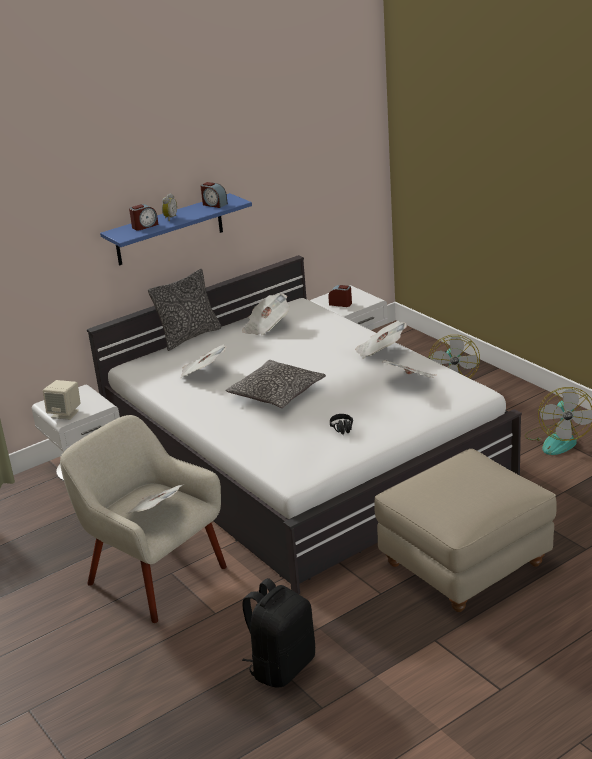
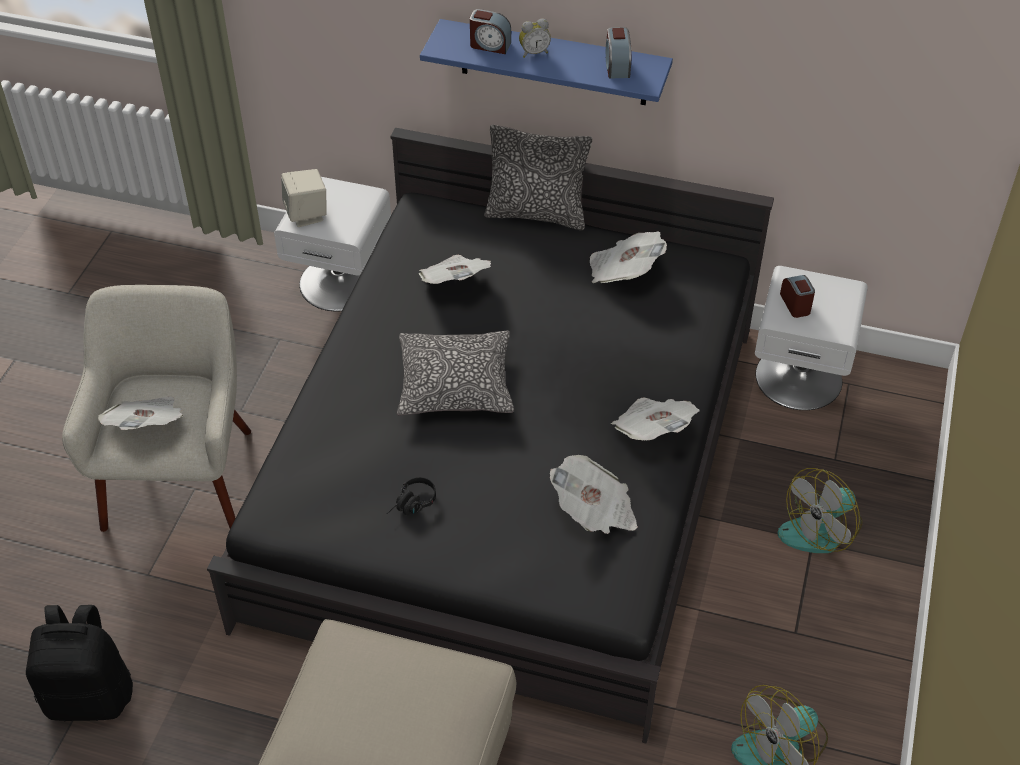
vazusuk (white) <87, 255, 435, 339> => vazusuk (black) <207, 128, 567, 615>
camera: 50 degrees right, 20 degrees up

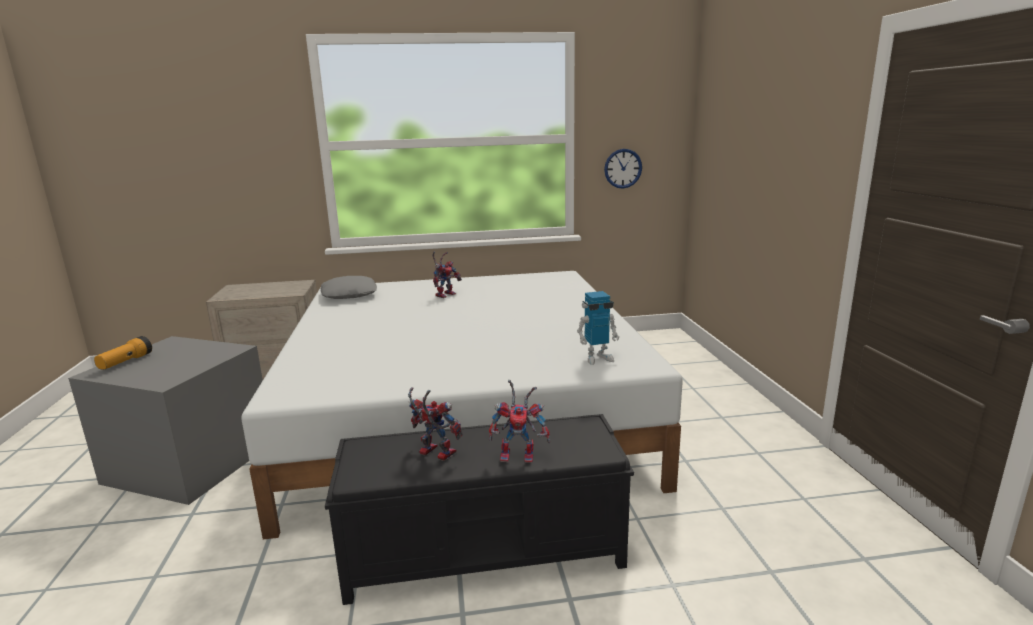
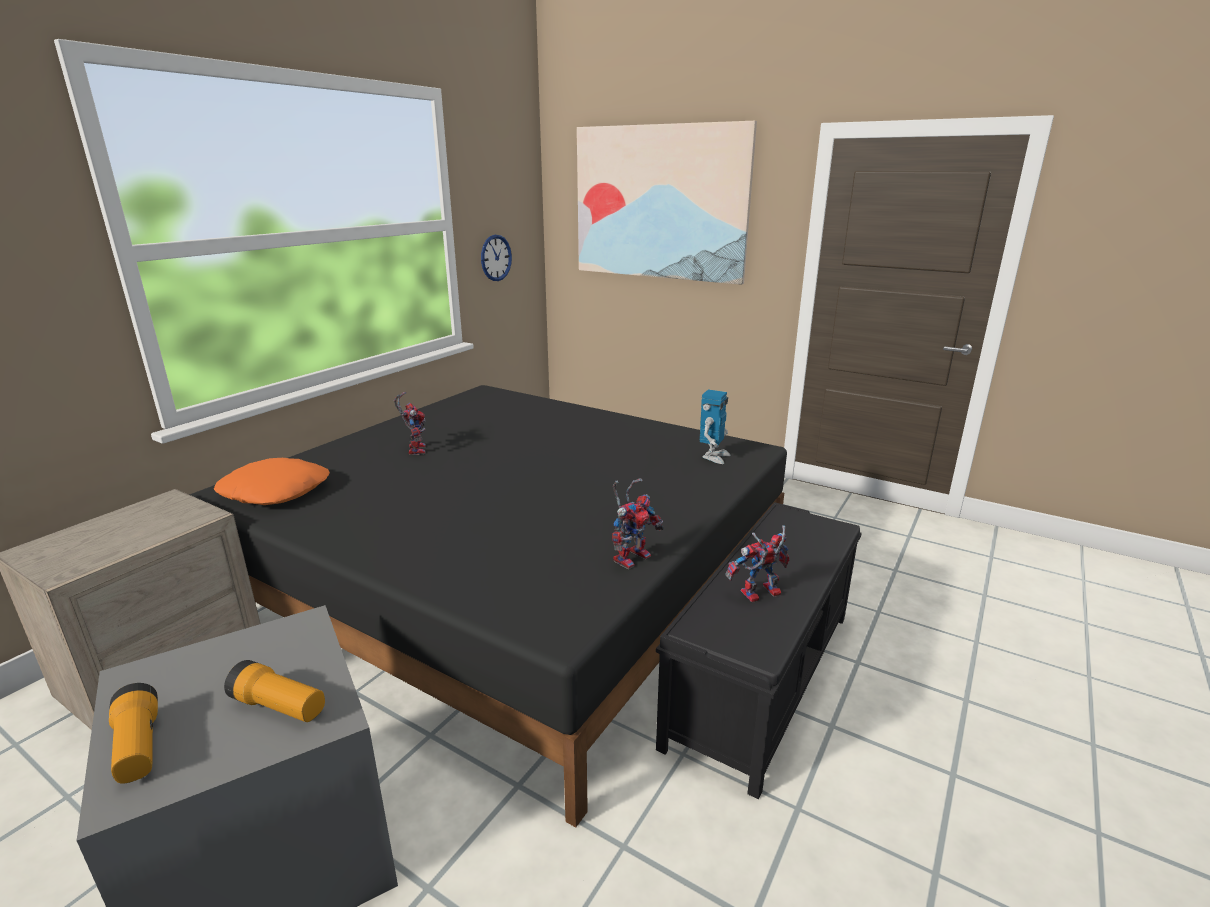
vazusuk (white) <241, 271, 442, 269> => vazusuk (black) <189, 385, 598, 443>
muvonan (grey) <321, 276, 56, 23> => muvonan (orange) <214, 458, 116, 47>
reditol <489, 380, 61, 83> => reditol <612, 479, 52, 90>, moved
nothing => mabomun <577, 121, 180, 164>
nothing => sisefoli <224, 660, 101, 62>
camera: 50 degrees left, 5 degrees up

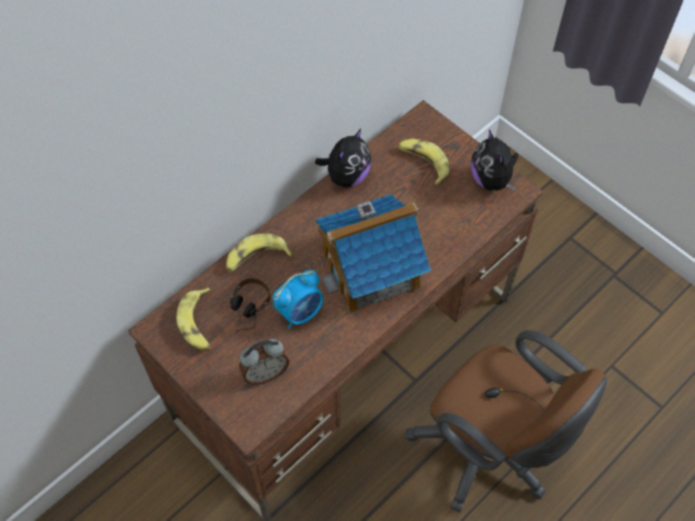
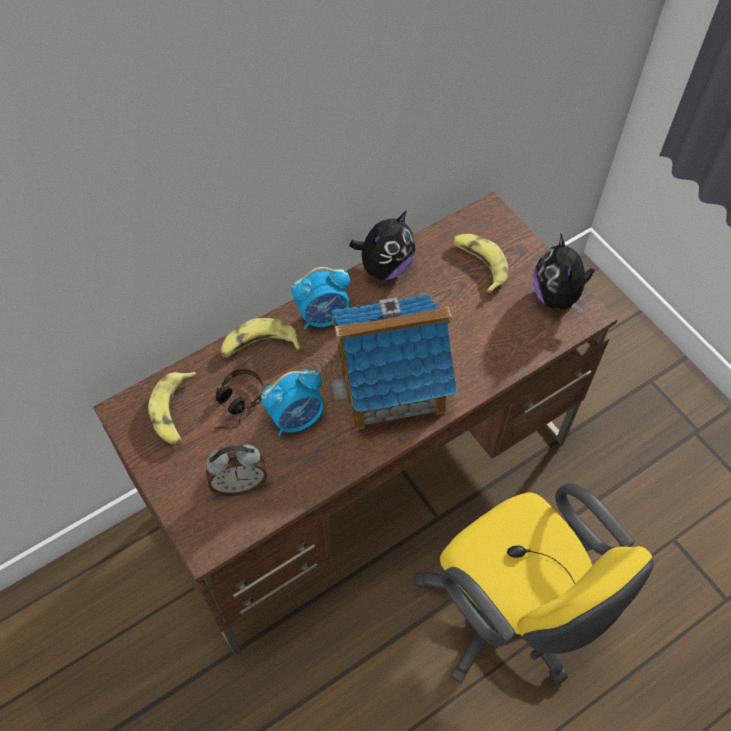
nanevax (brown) <405, 330, 202, 182> => nanevax (yellow) <413, 483, 241, 202>
nothing => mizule <291, 267, 59, 62>
camera: 10 degrees right, 0 degrees up

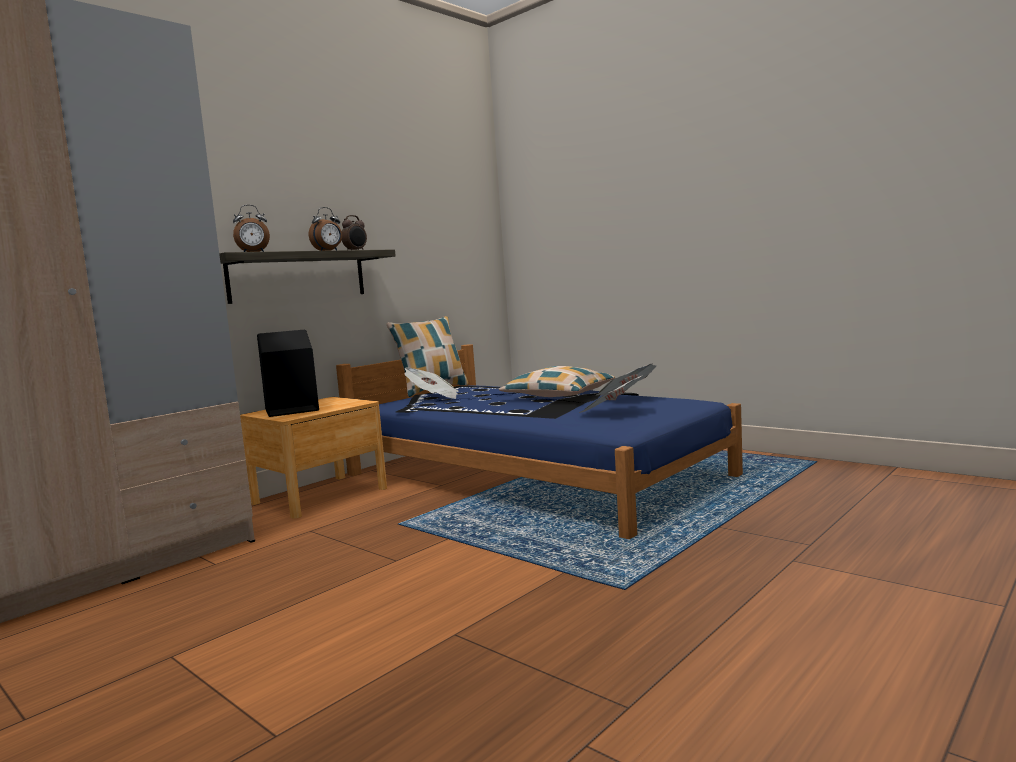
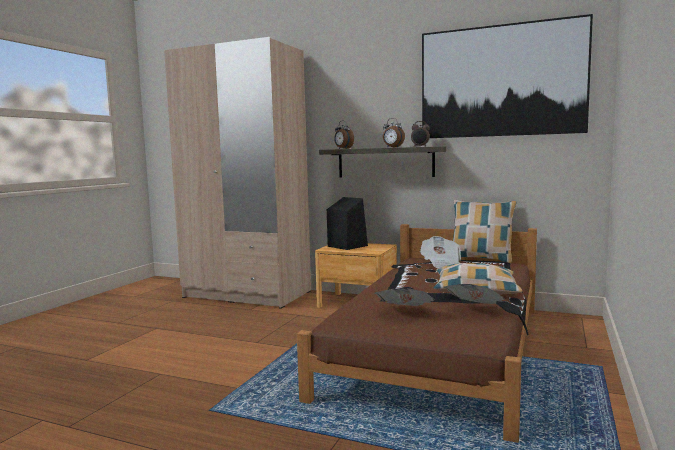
vazusuk (blue) <336, 344, 407, 195> => vazusuk (brown) <297, 224, 240, 219>
nothing => mabomun <422, 14, 171, 124>
camera: 70 degrees right, 0 degrees up

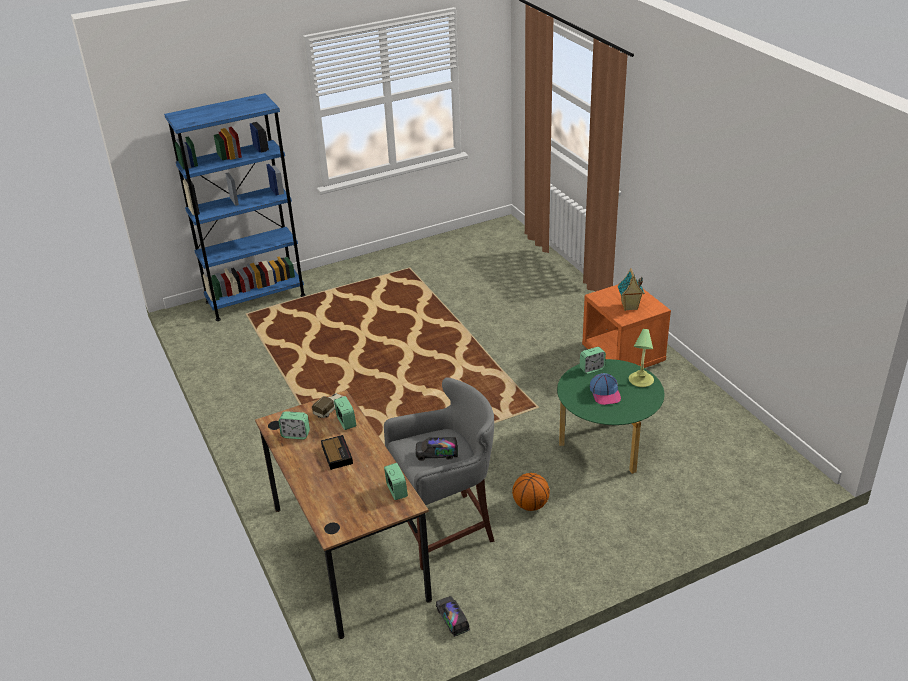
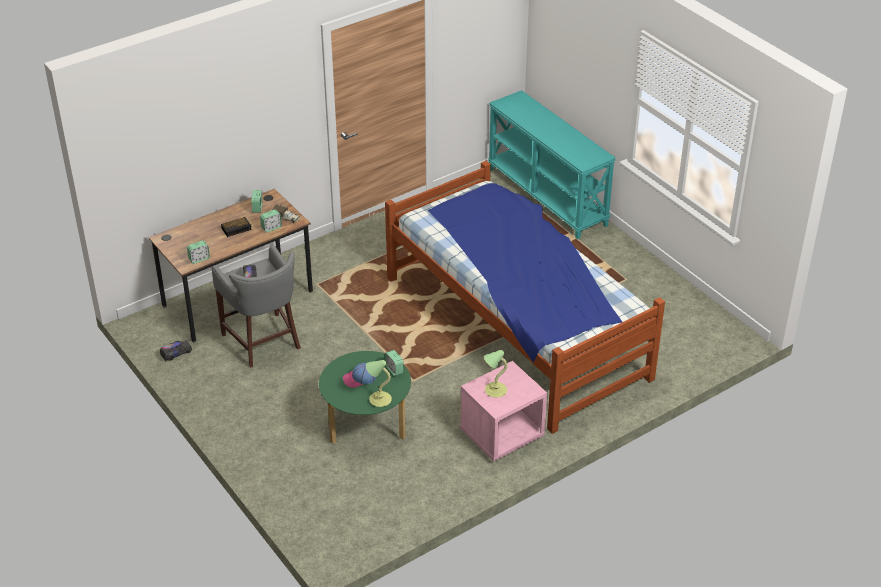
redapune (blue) <164, 93, 142, 228> => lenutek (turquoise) <488, 90, 128, 149>
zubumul <618, 268, 27, 43> => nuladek <484, 350, 24, 48>
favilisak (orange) <582, 285, 89, 83> => favilisak (pink) <460, 361, 87, 101>
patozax <512, 473, 38, 38> => nothing
nothing => vazusuk <385, 161, 280, 273>
camera: 80 degrees right, 5 degrees up

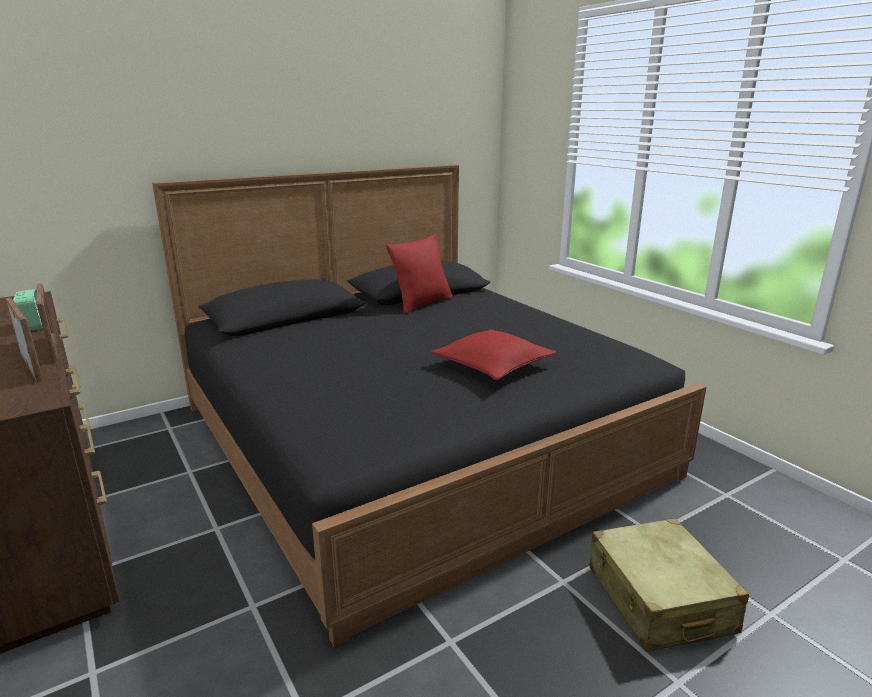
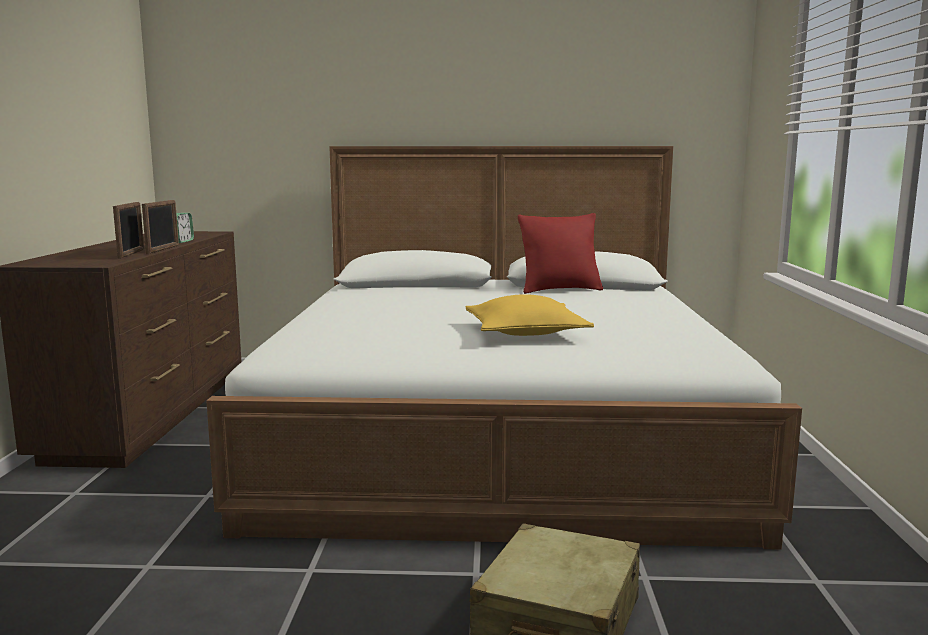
vazusuk (black) <152, 165, 554, 482> => vazusuk (white) <206, 146, 596, 404>
muvonan (red) <430, 329, 127, 51> => muvonan (yellow) <465, 294, 129, 42>
camera: 35 degrees right, 10 degrees down

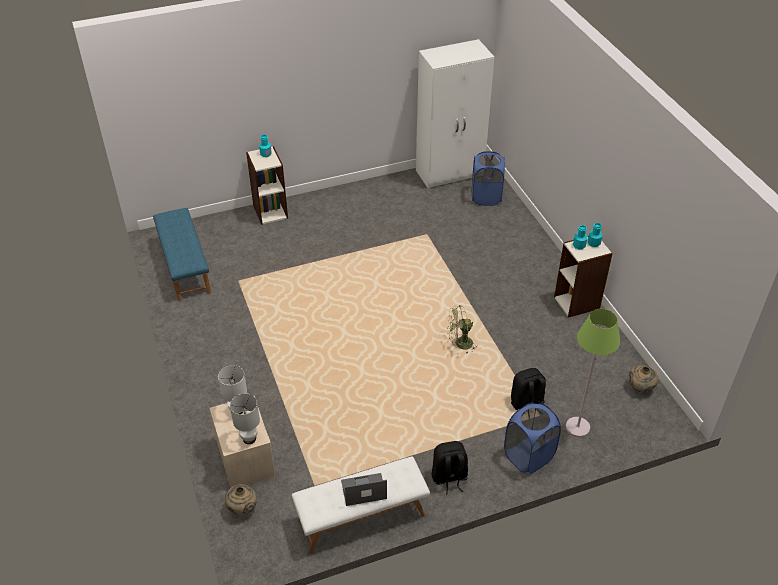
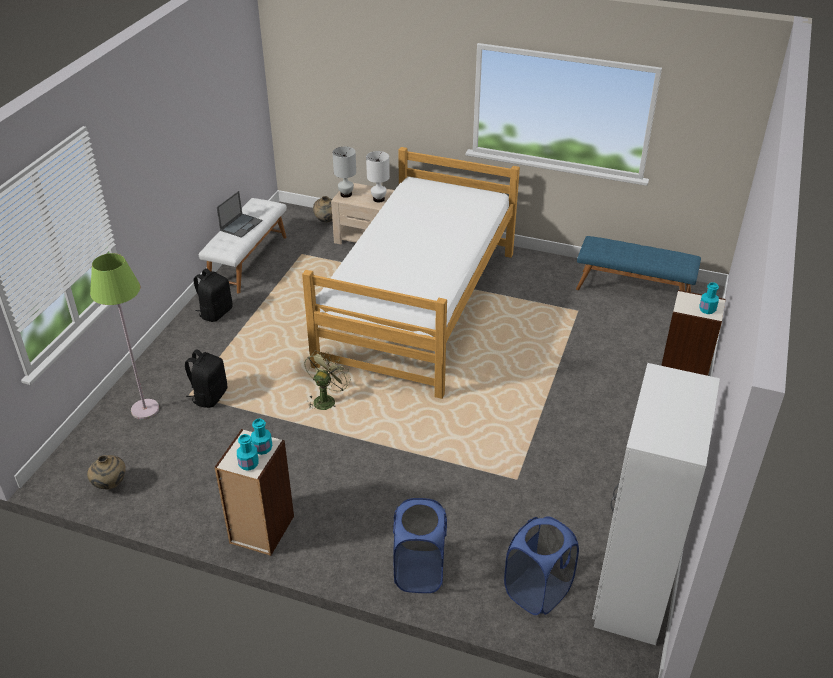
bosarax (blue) <504, 402, 57, 71> => bosarax (blue) <393, 498, 54, 95>, moved
nothing => vazusuk <302, 147, 218, 252>
camera: 130 degrees right, 5 degrees down

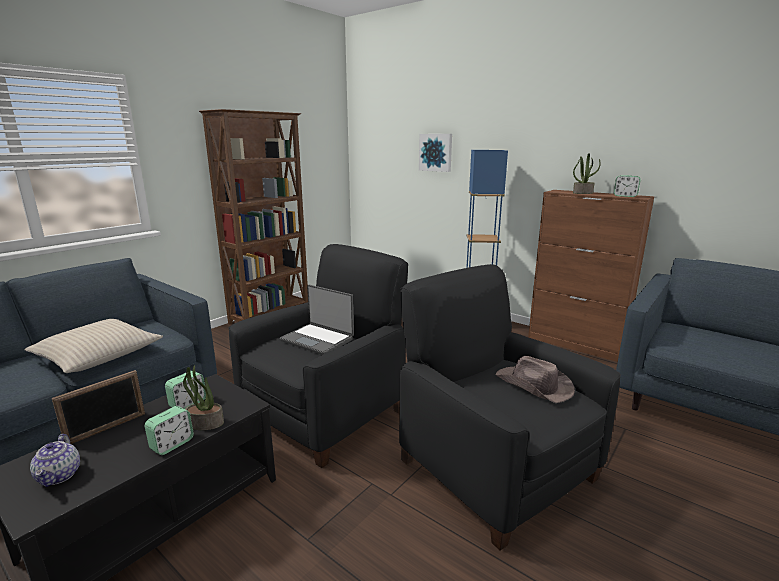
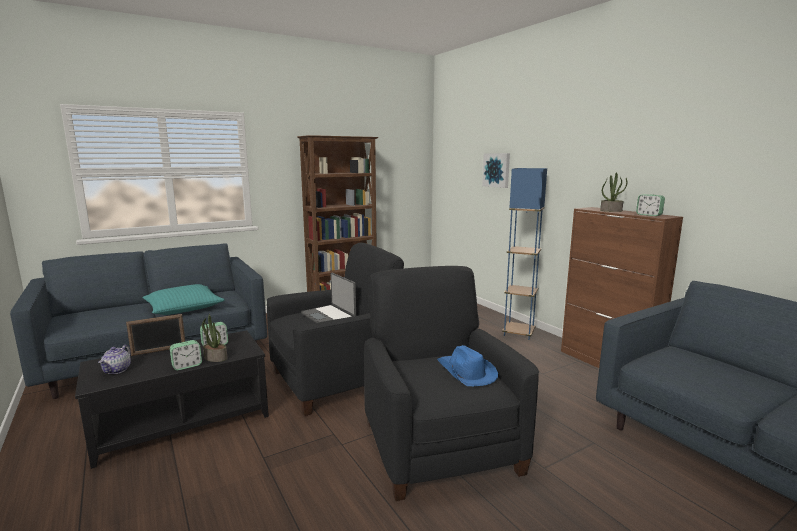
muvonan (beige) <24, 319, 139, 54> => muvonan (turquoise) <142, 284, 83, 31>
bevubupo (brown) <495, 356, 80, 47> => bevubupo (blue) <437, 345, 61, 41>
camera: 20 degrees right, 5 degrees down

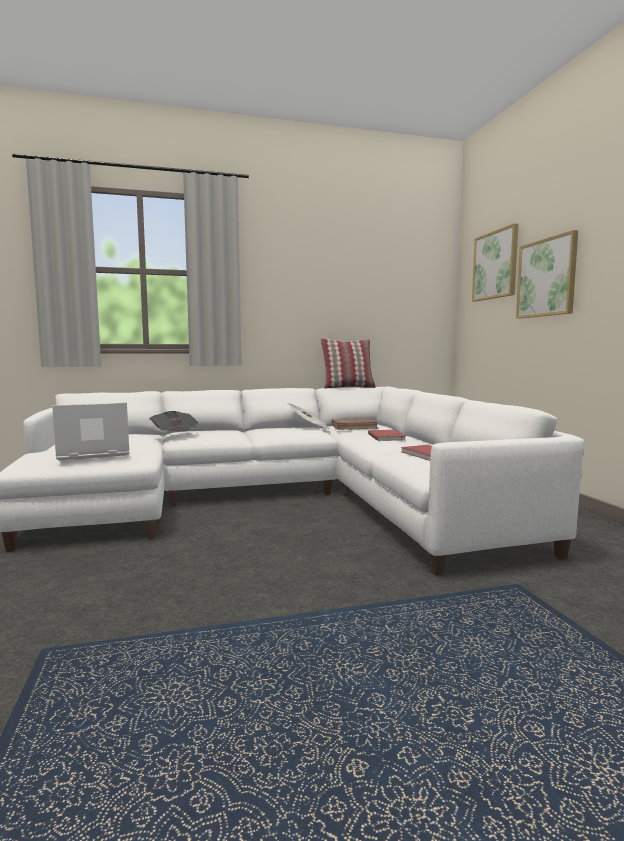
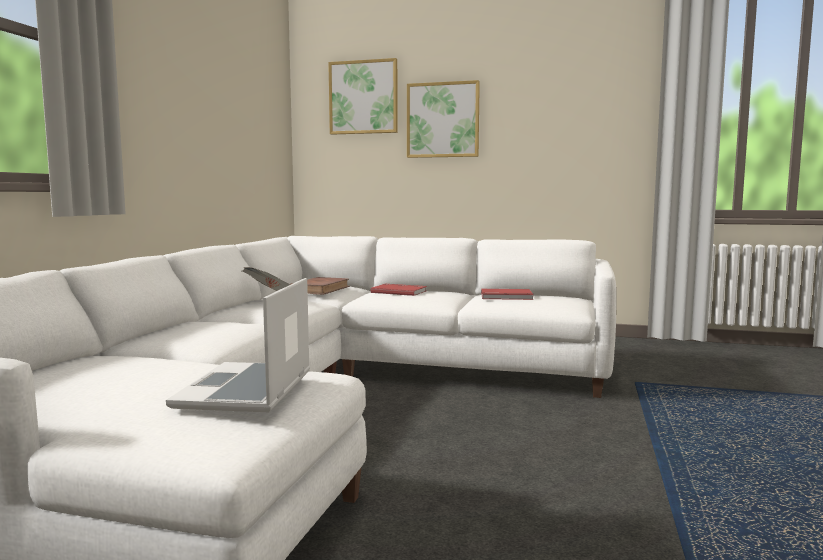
muvonan <320, 338, 56, 50> => nothing
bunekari <149, 411, 49, 21> => nothing
camera: 60 degrees left, 0 degrees up

